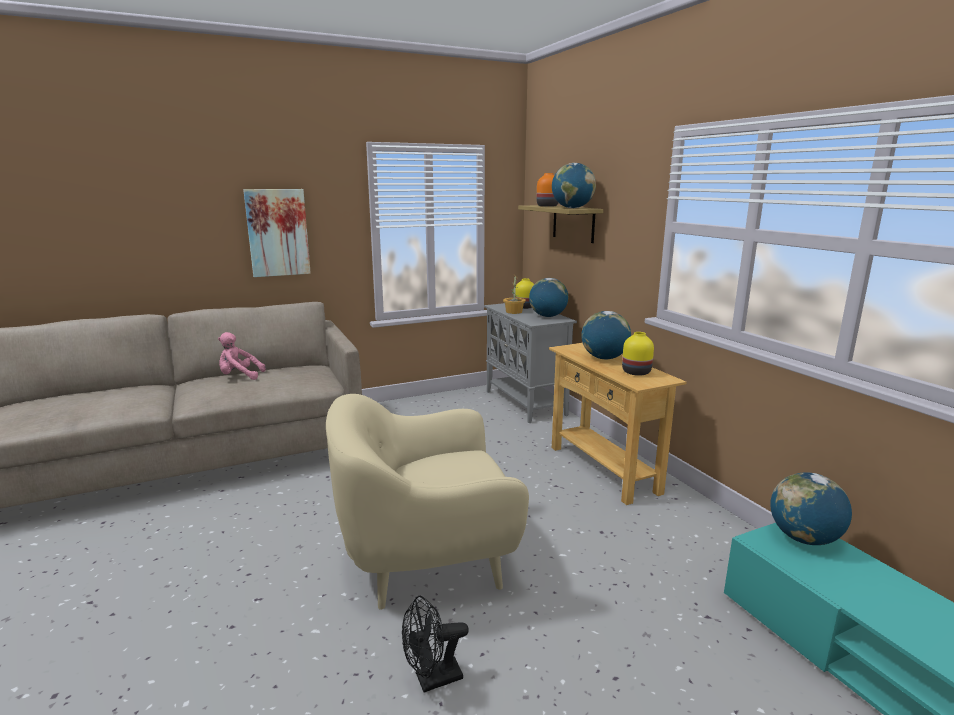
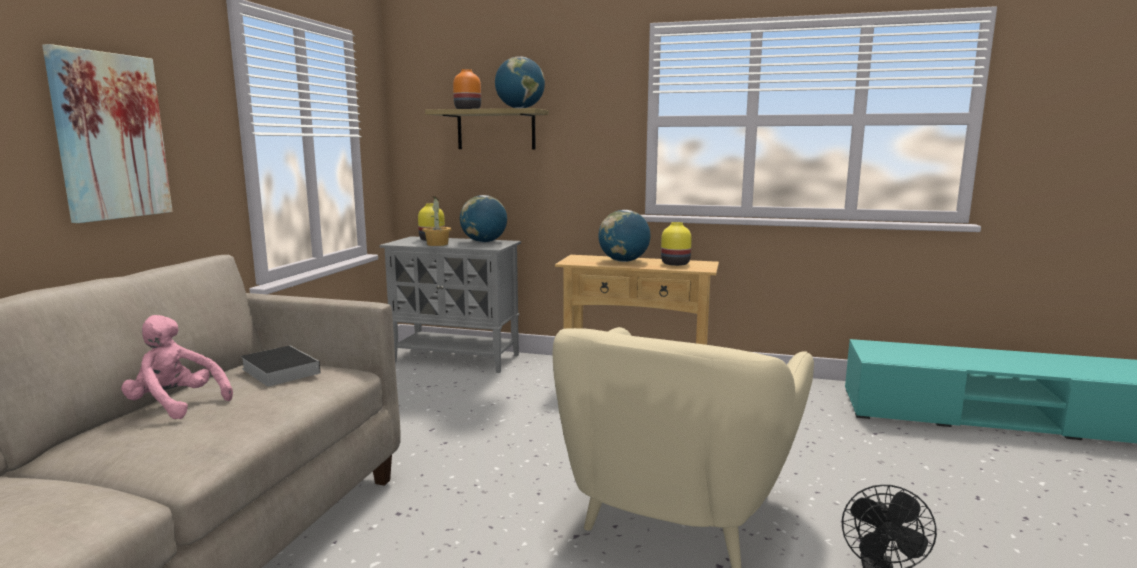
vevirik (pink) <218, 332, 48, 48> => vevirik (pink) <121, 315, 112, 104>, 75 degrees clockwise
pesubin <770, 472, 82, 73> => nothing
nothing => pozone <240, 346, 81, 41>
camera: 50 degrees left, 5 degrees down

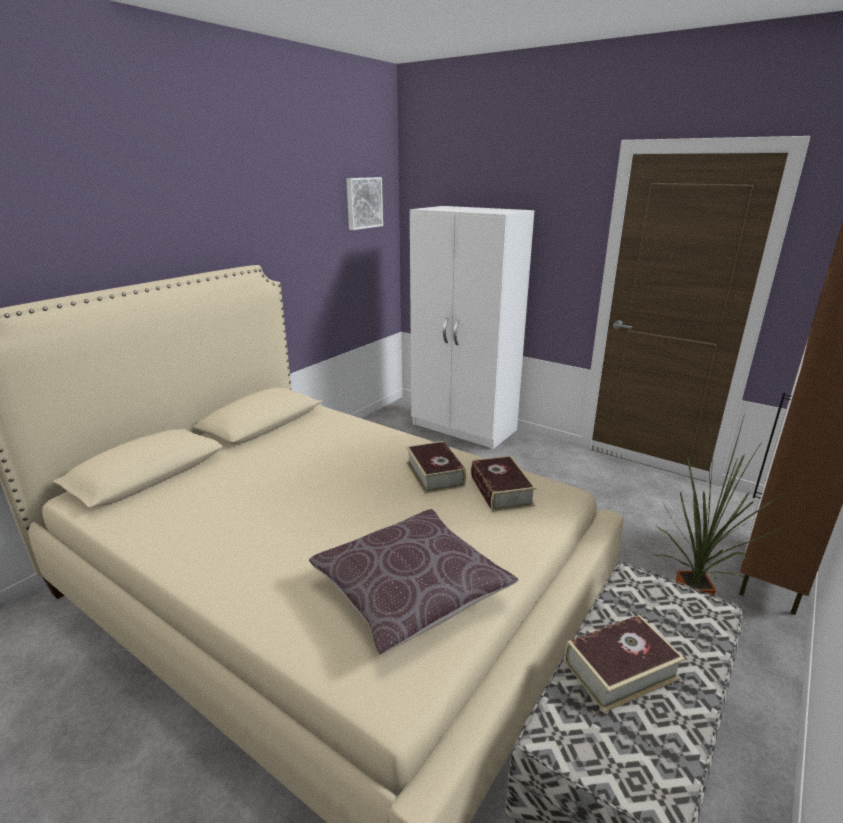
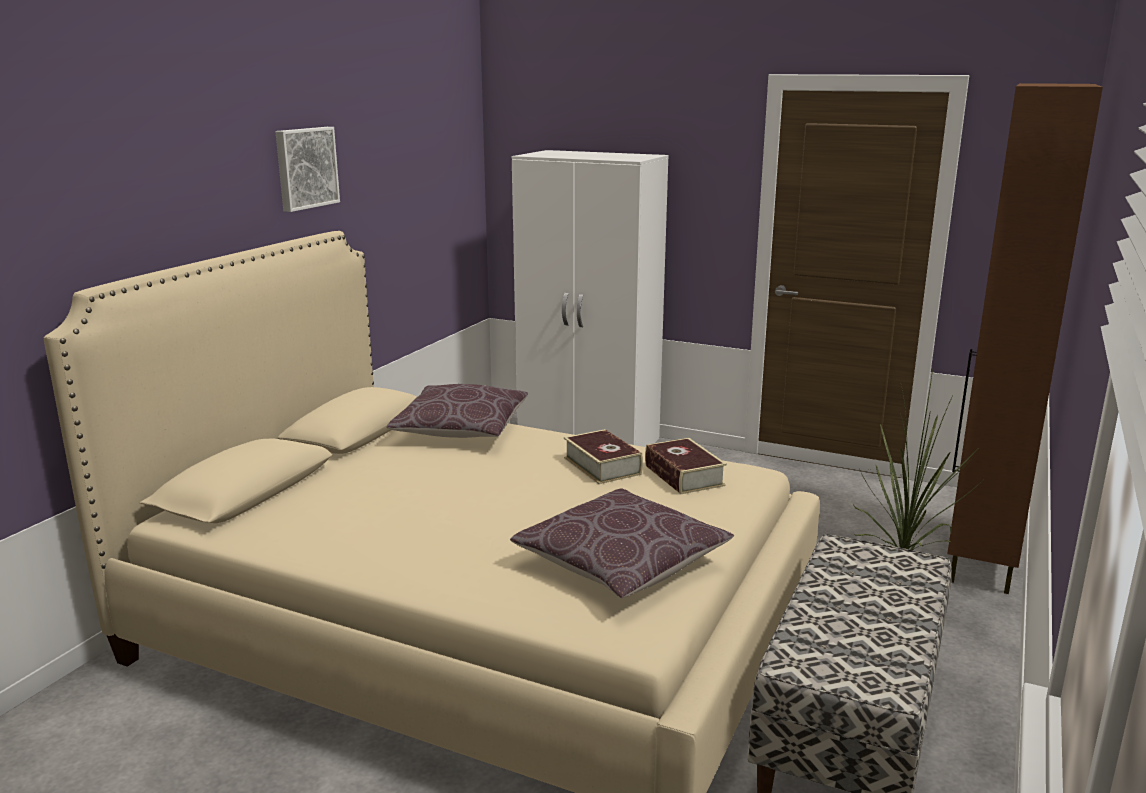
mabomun <346, 177, 37, 53> => mabomun <275, 127, 65, 85>, moved
pozone <564, 615, 121, 98> => nothing
nothing => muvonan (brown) <387, 384, 141, 54>
camera: 10 degrees left, 5 degrees down

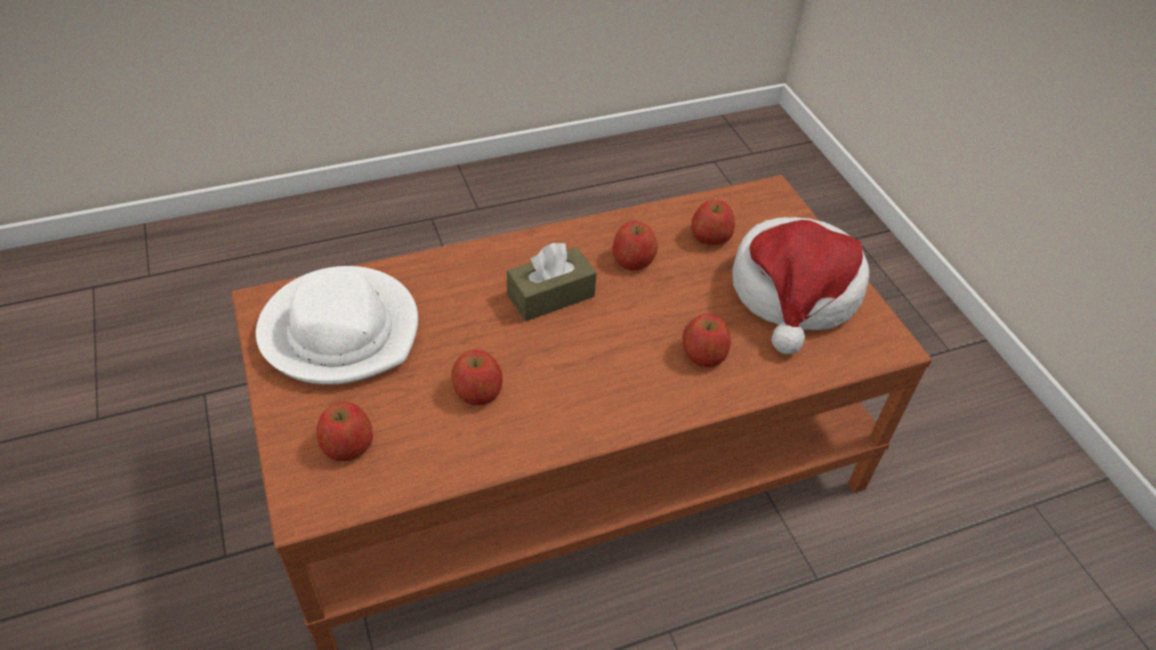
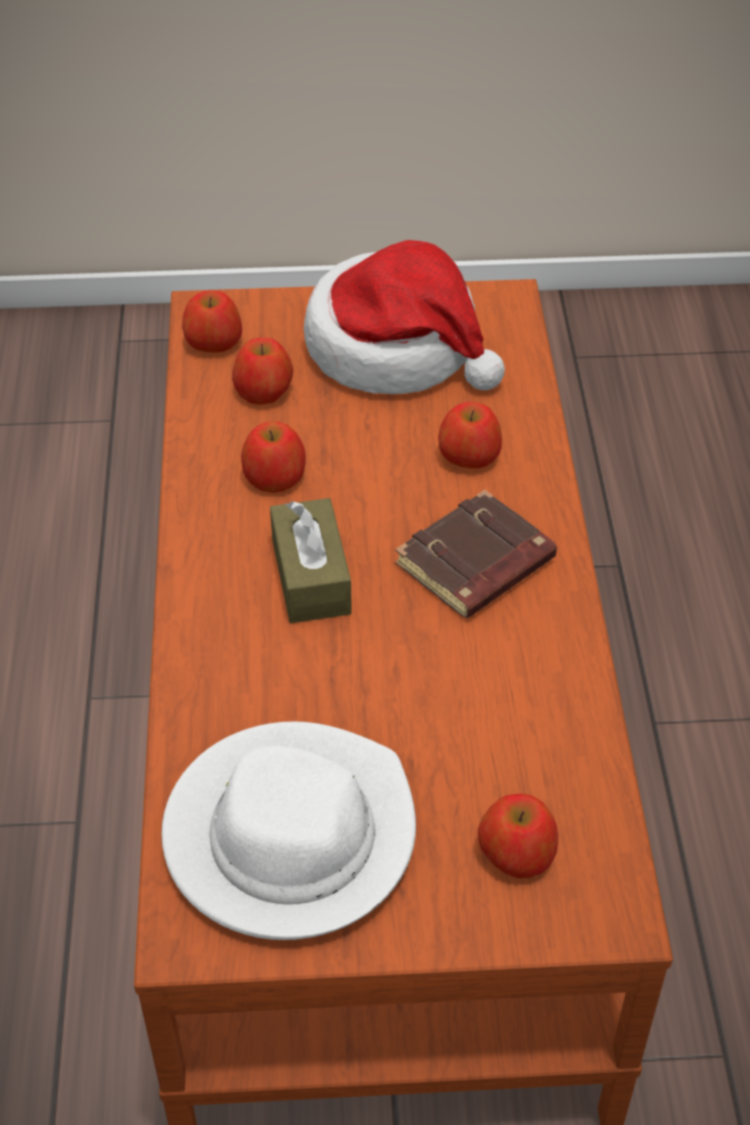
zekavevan <451, 349, 52, 56> => zekavevan <182, 290, 60, 62>, moved
nothing => pozone (brown) <395, 490, 162, 129>
camera: 70 degrees left, 0 degrees up

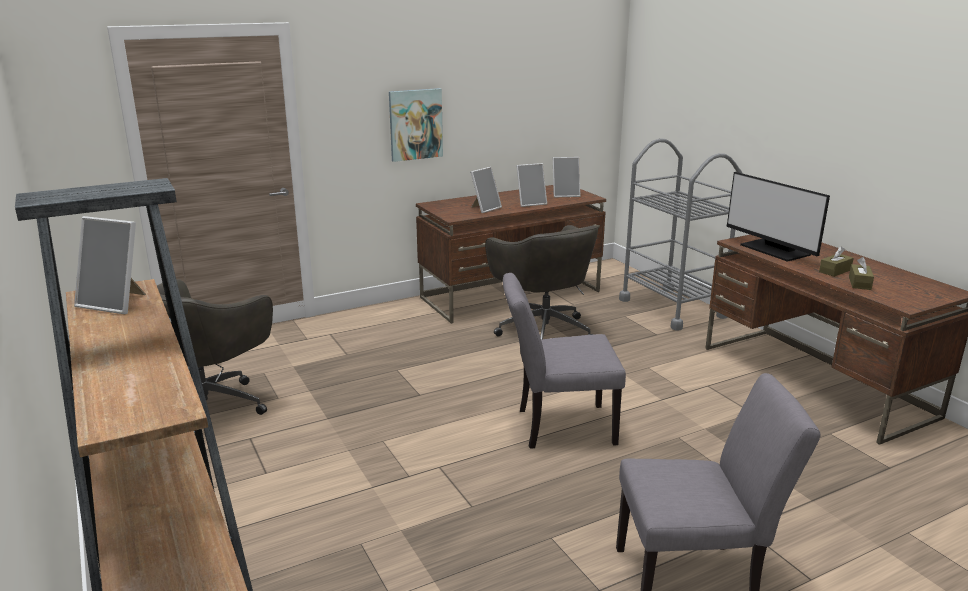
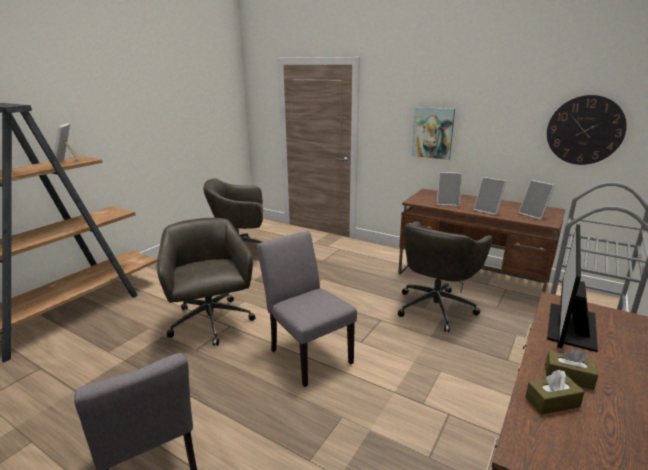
nothing => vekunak <547, 95, 80, 70>
nothing => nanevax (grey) <157, 218, 98, 128>
camera: 60 degrees right, 0 degrees up

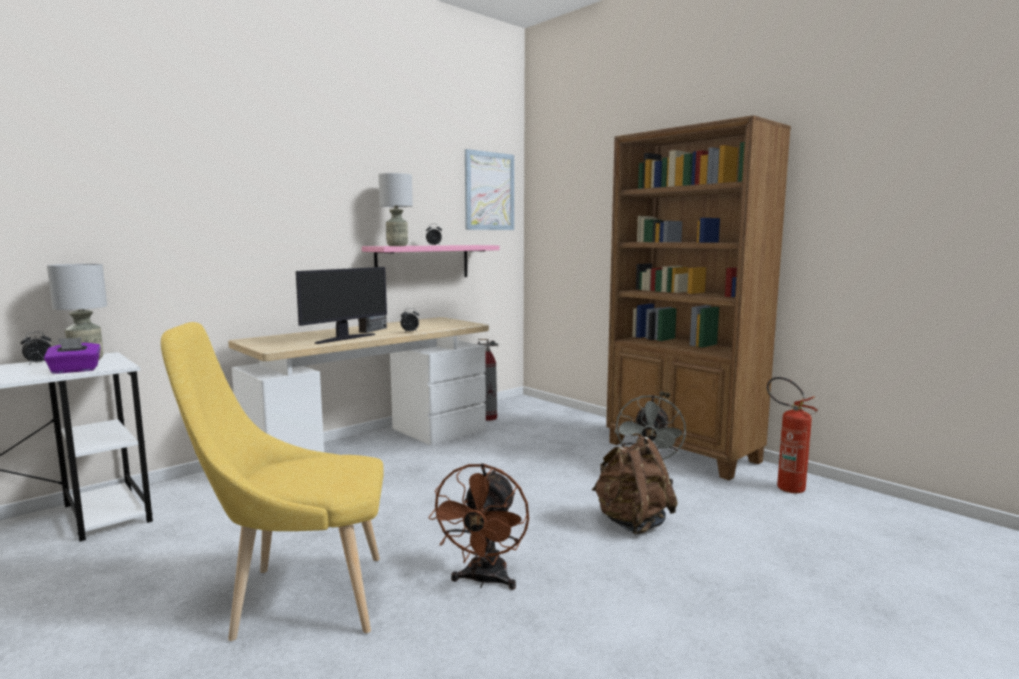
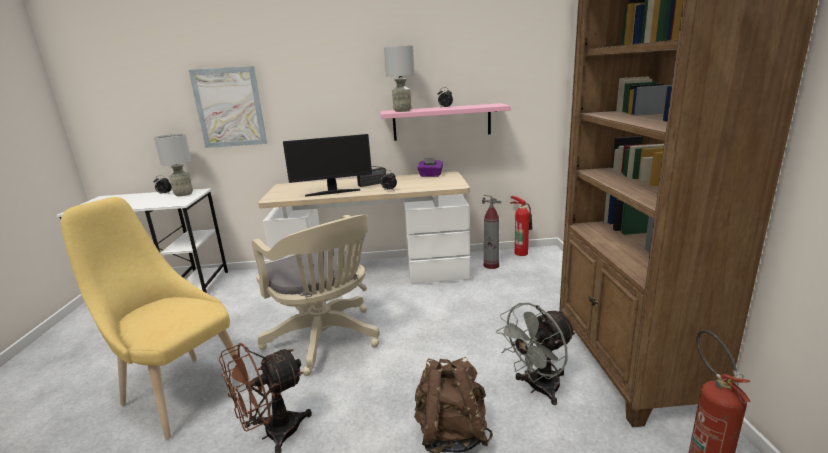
mabomun <465, 149, 49, 81> => mabomun <189, 66, 78, 82>, moved
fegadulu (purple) <44, 338, 57, 36> => fegadulu (purple) <418, 158, 25, 19>, moved
nothing => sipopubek <510, 196, 23, 60>
nothing => nanevax (beige) <252, 215, 128, 161>
camera: 40 degrees right, 10 degrees up

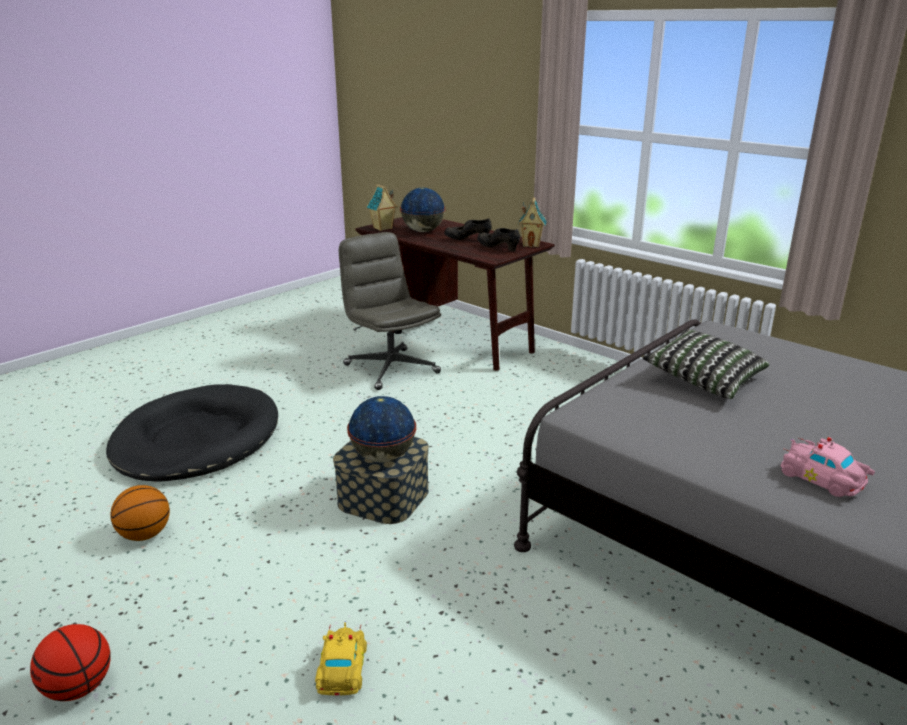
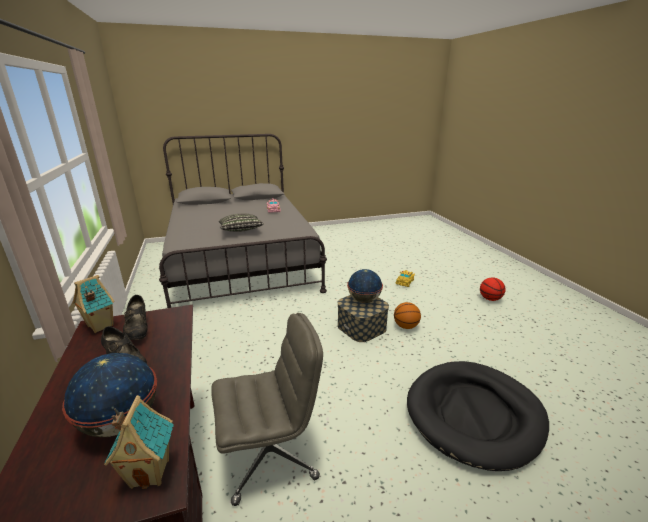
nanevax (grey) <339, 232, 102, 158> => nanevax (grey) <211, 313, 112, 193>, 105 degrees counterclockwise
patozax <110, 485, 60, 56> => patozax <394, 302, 27, 27>, moved
camera: 150 degrees left, 0 degrees up

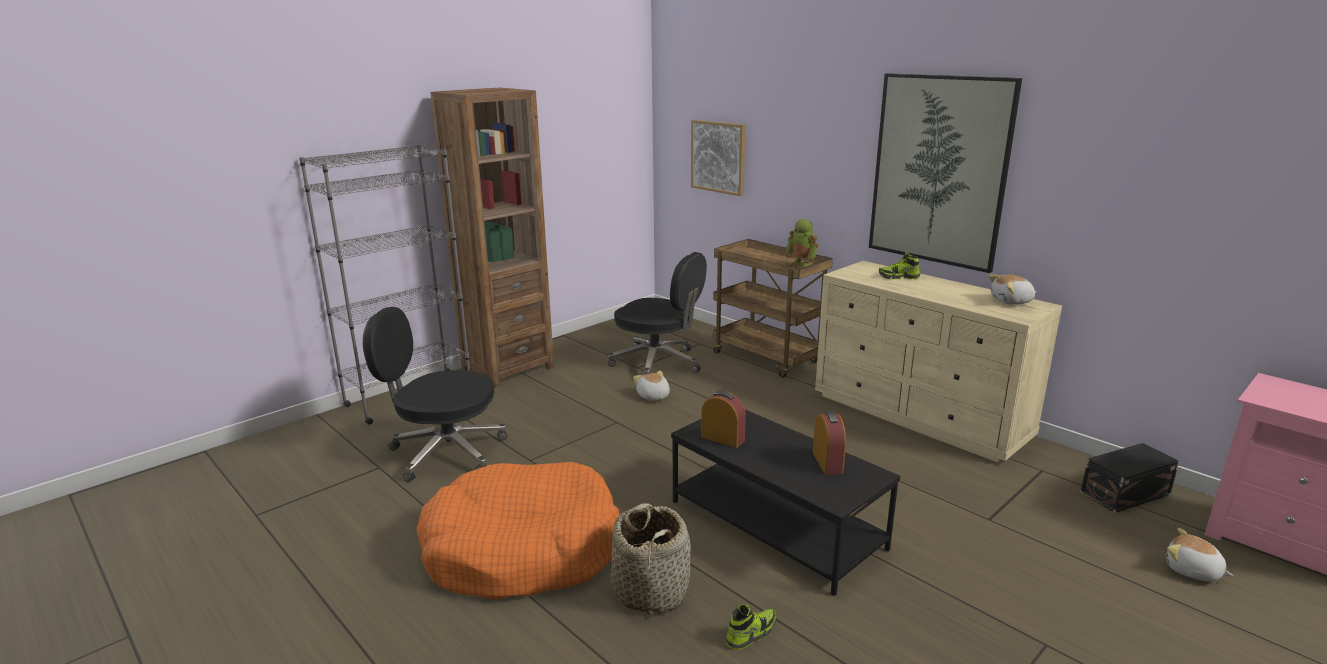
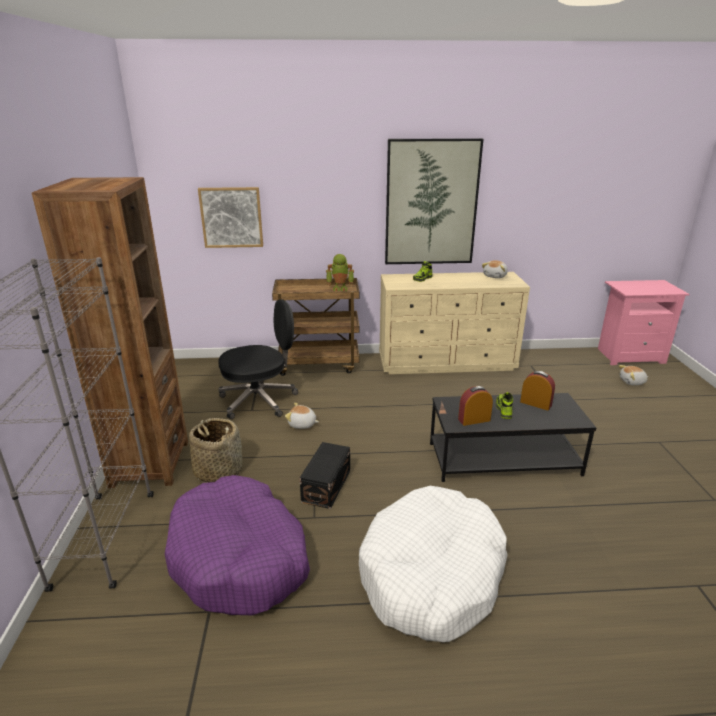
nanevax (black) <363, 307, 144, 175> => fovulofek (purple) <165, 475, 145, 140>
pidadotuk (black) <1080, 443, 99, 70> => pidadotuk (black) <300, 442, 50, 67>, moved
fovulofek (orange) <416, 462, 203, 138> => fovulofek (white) <359, 486, 149, 156>
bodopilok <611, 503, 80, 113> => bodopilok <189, 418, 53, 64>, moved
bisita <726, 604, 50, 46> => bisita <496, 392, 17, 27>, moved
camera: 50 degrees left, 5 degrees up

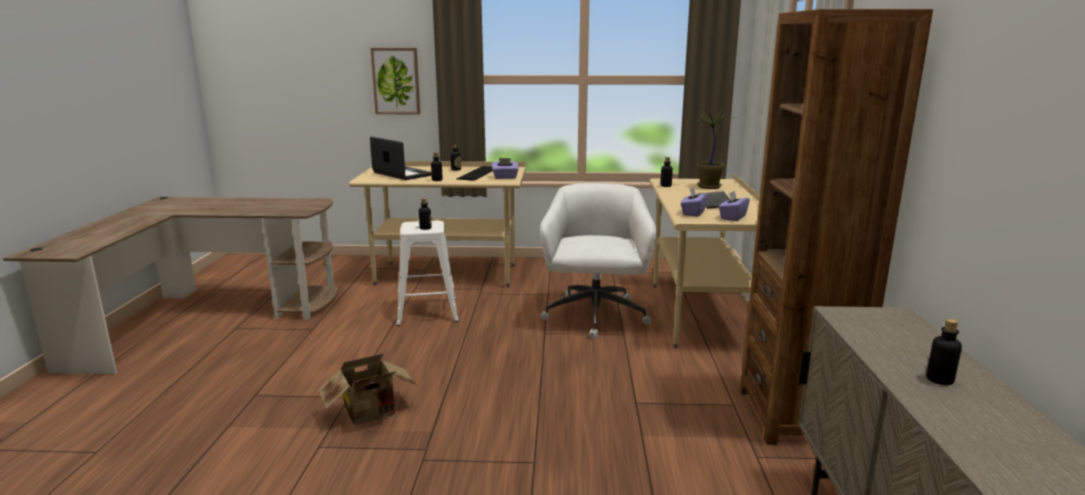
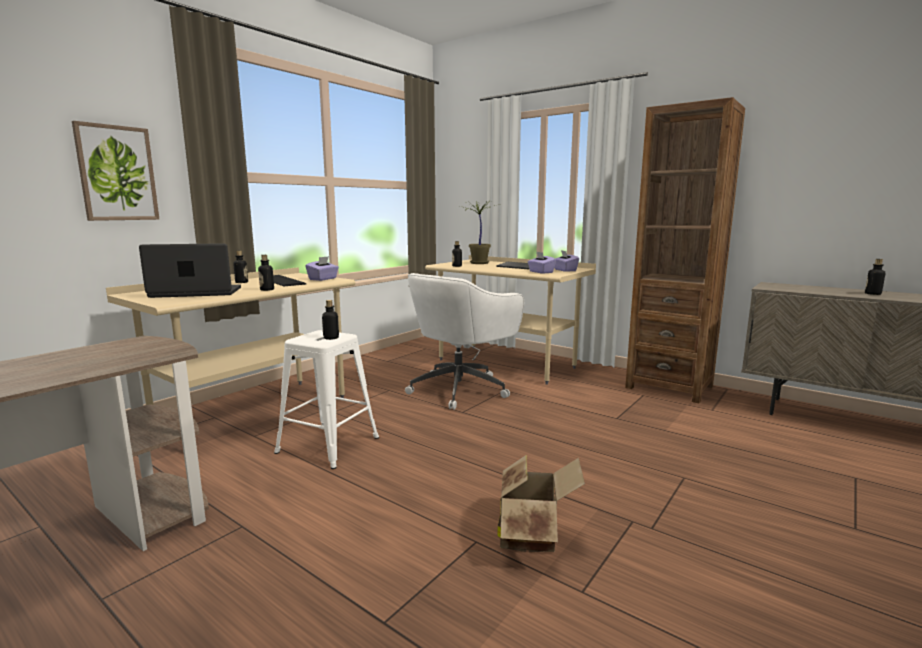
nanevax (white) <540, 183, 116, 156> => nanevax (white) <405, 273, 119, 137>, 90 degrees counterclockwise
camera: 55 degrees left, 5 degrees down

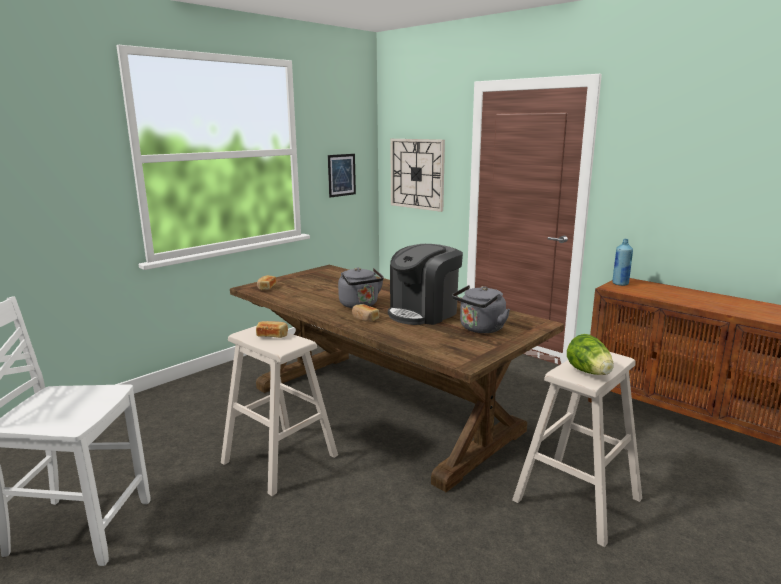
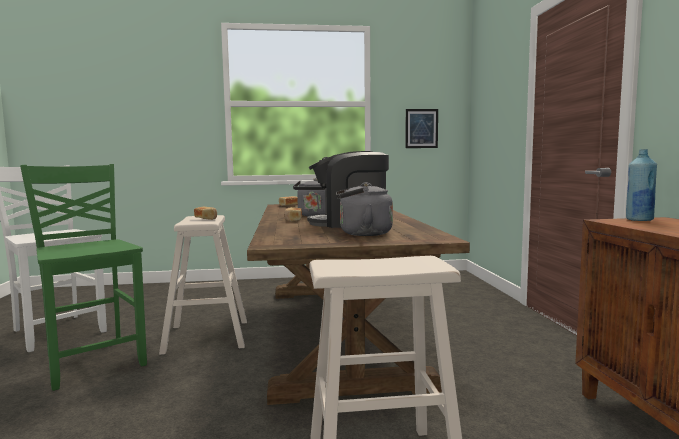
vekunak <390, 139, 55, 73> => nothing
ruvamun <567, 334, 47, 41> => nothing
nothing => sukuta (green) <20, 164, 127, 227>
camera: 40 degrees right, 10 degrees down

